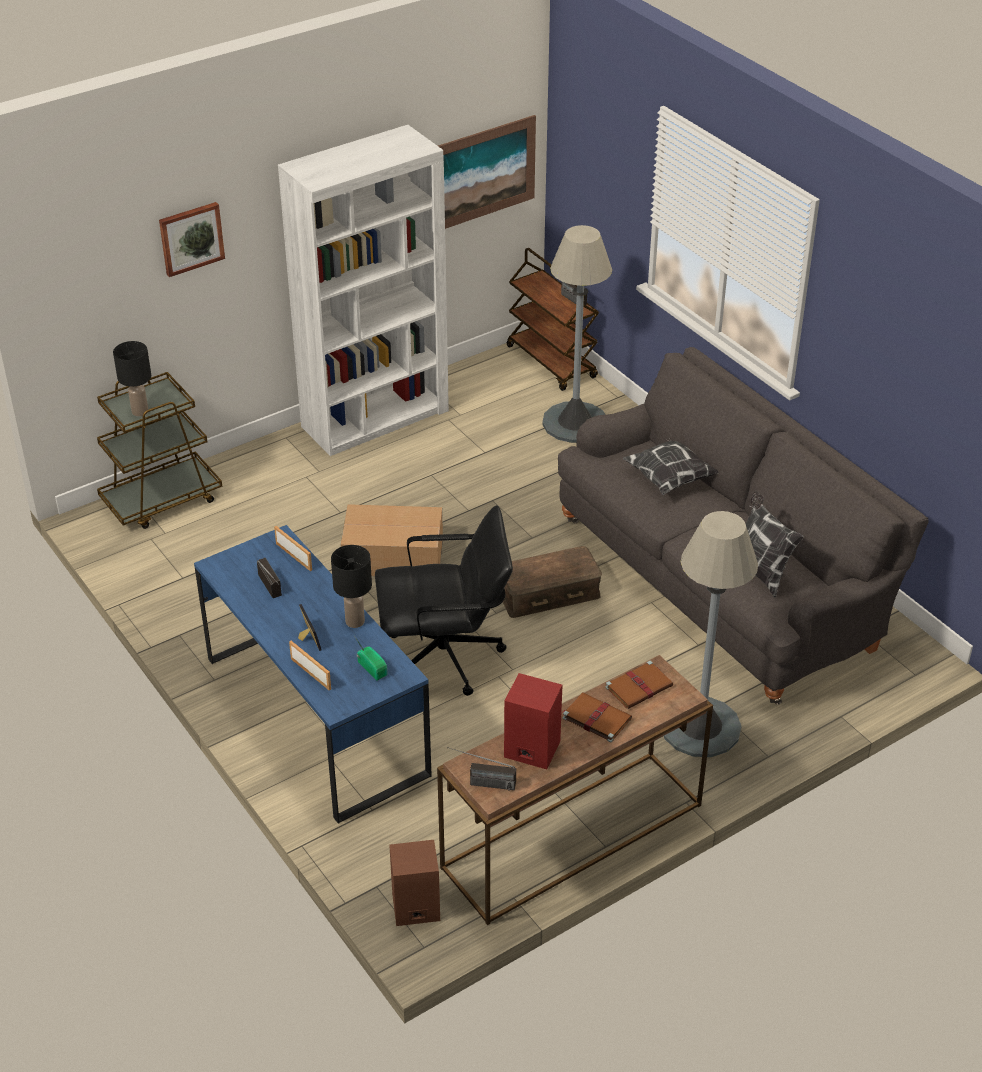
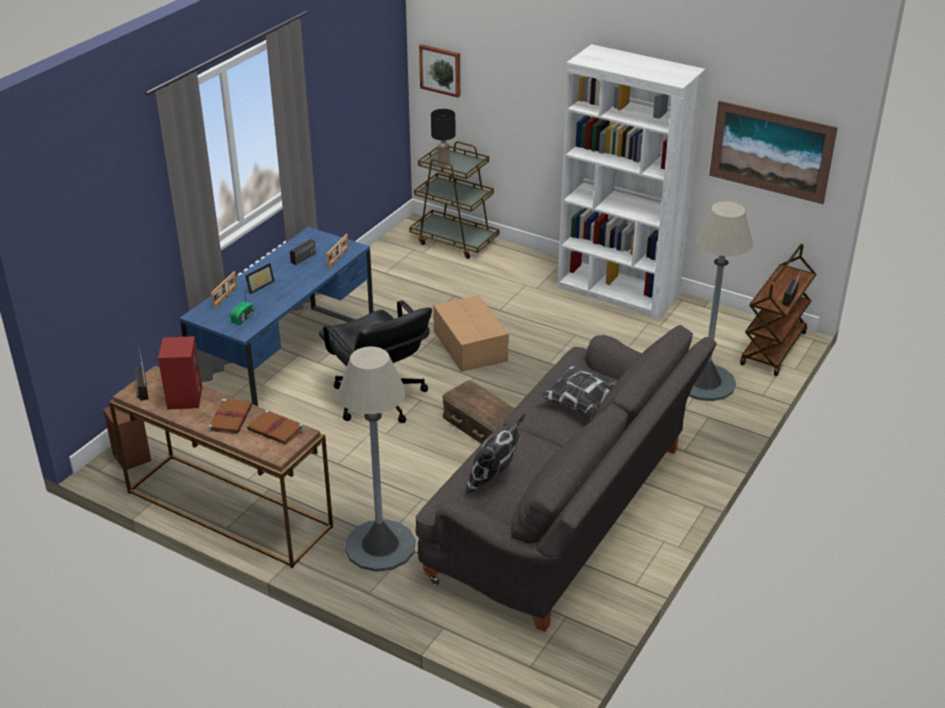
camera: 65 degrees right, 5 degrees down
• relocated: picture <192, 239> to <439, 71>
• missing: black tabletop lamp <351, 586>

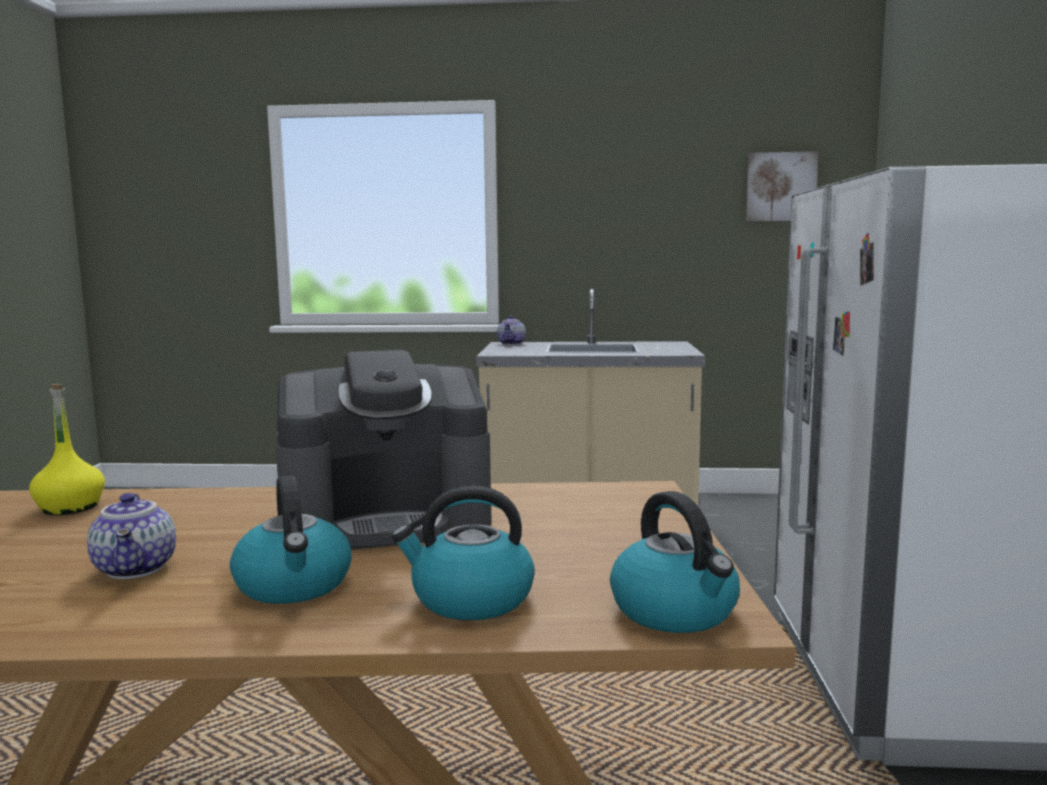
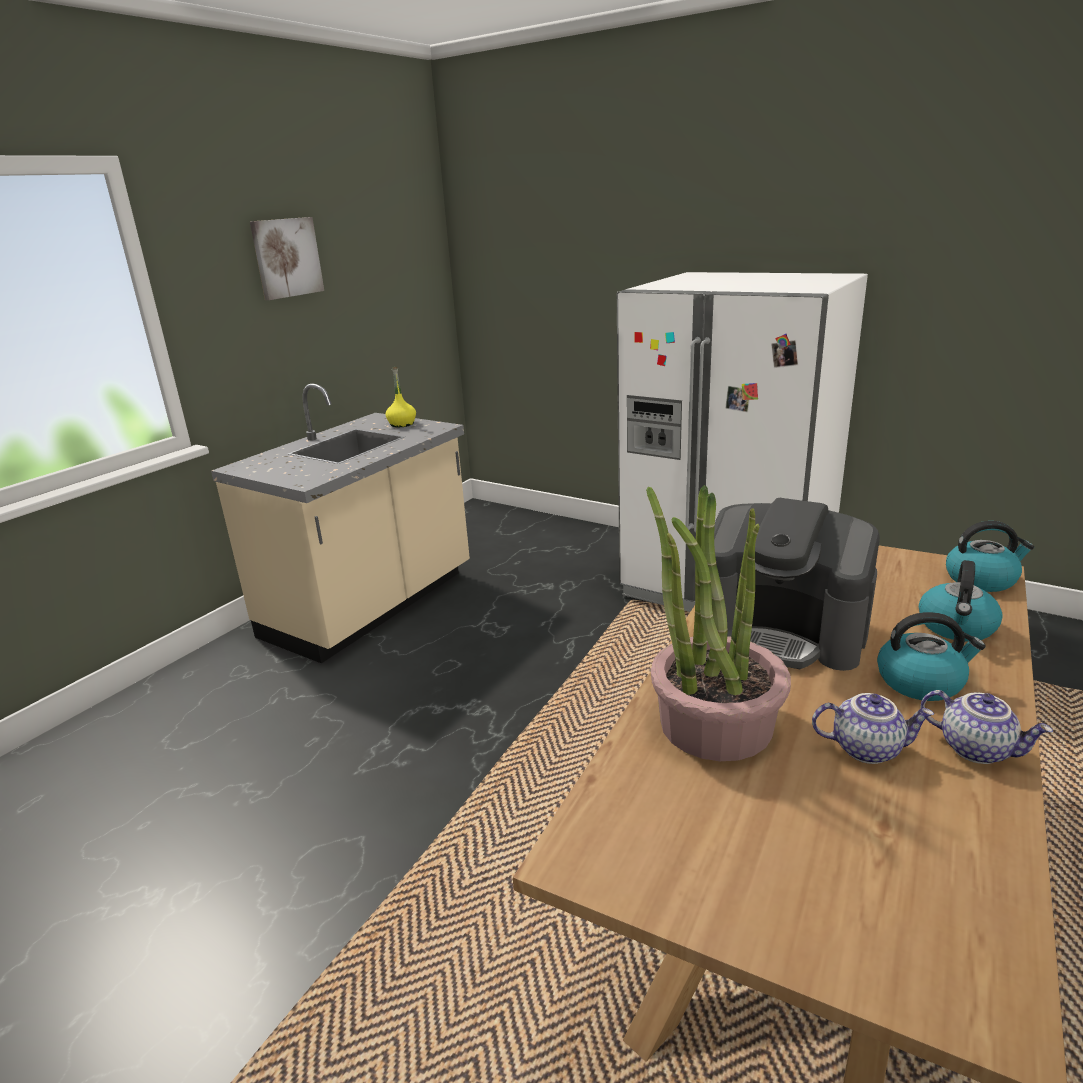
camera: 60 degrees left, 15 degrees up
• relocated: picture <782, 186> to <287, 258>
• relocated: pot for tea <511, 330> to <987, 727>
• spun: coffee brewer <384, 449> = <796, 584> 105 degrees clockwise
• relocated: yellow beverage bottle <67, 449> to <400, 397>
• appeared: potted plant <718, 623>

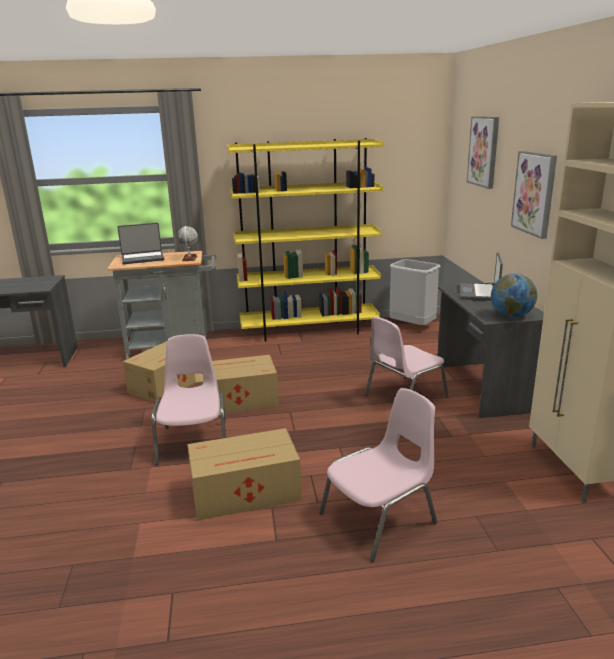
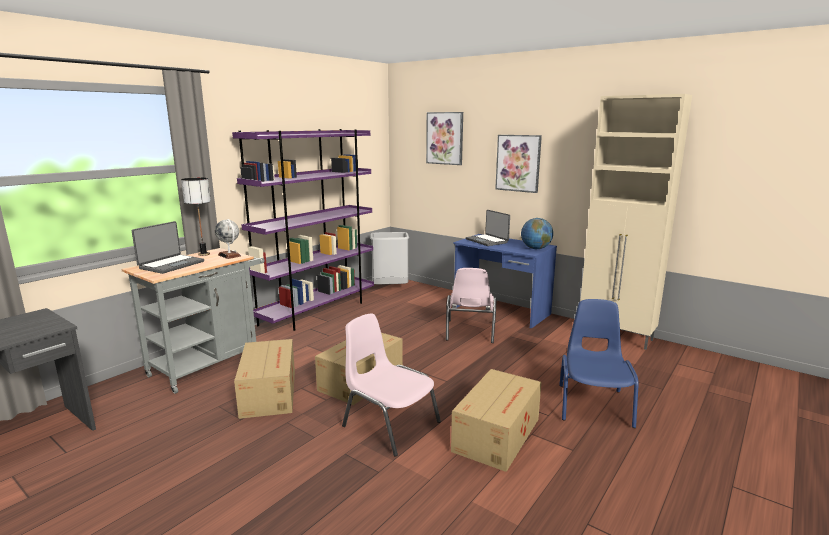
camera: 45 degrees left, 5 degrees down
• colour: yellow bookshelf <305, 240> to purple-coloured bookshelf <303, 230>
• colour: greyish desk <490, 350> to bluish desk <505, 281>
• colour: pink-coloured upright chair <378, 475> to bluish upright chair <599, 363>
• appeared: tabletop lamp <196, 217>

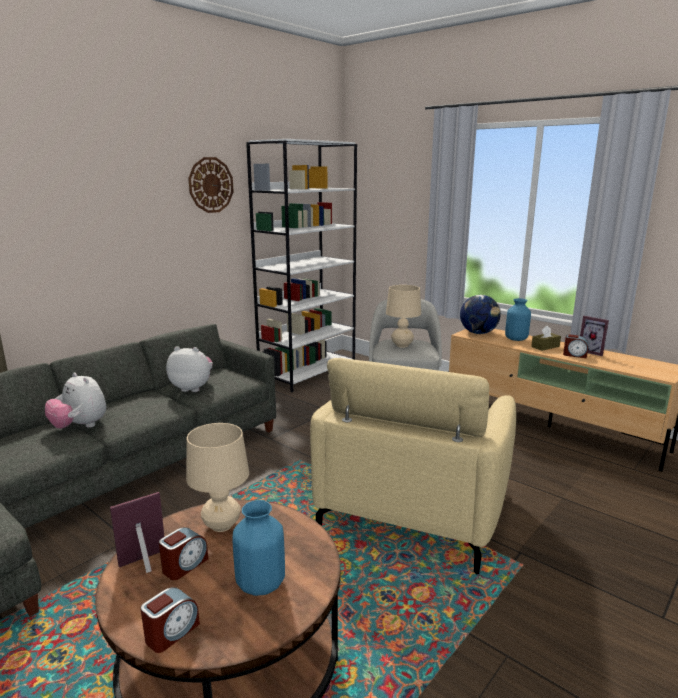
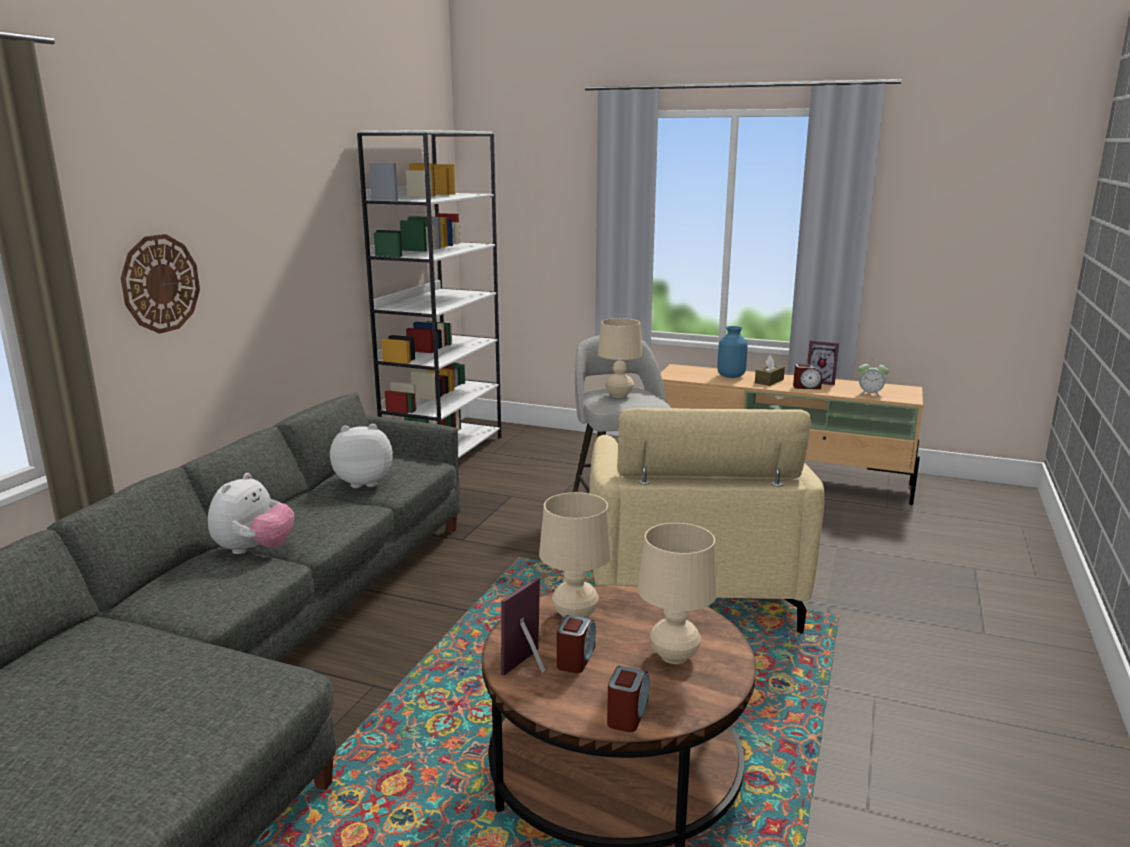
camera: 20 degrees left, 0 degrees up
• relocated: wall clock <211, 185> to <160, 284>
• missing: world globe <480, 314>
• spun: plush toy <75, 401> = <251, 513> 90 degrees counterclockwise
• exchanged: bluish vase <258, 548> to beige-coloured tabletop lamp <677, 593>
• appeared: table clock <873, 379>

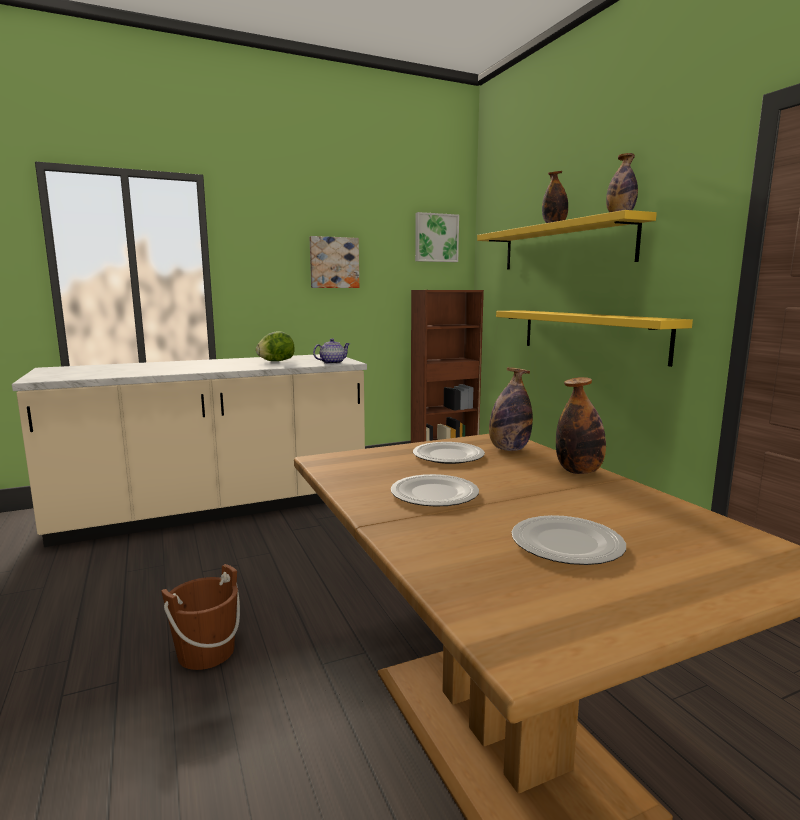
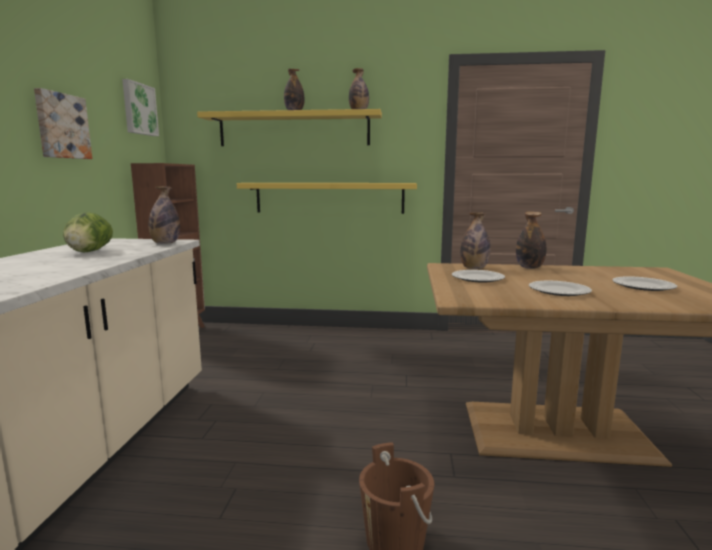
camera: 60 degrees left, 0 degrees up
• exchanged: pot for tea <331, 351> to beverage bottle <164, 215>

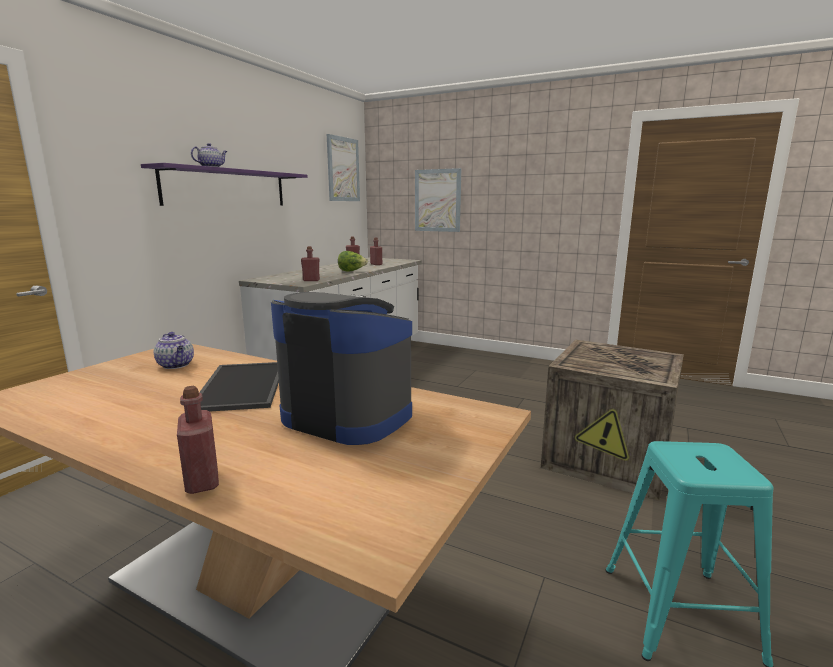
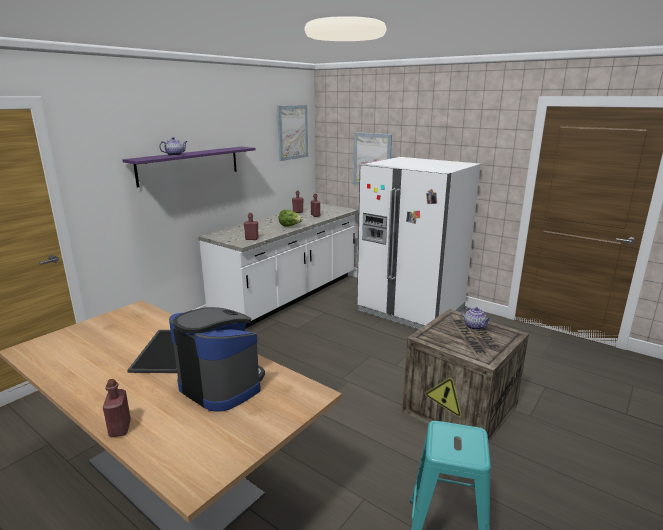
camera: 10 degrees right, 5 degrees up
• relocated: pot for tea <174, 350> to <476, 318>
• appeared: whitish refrigerator <419, 243>

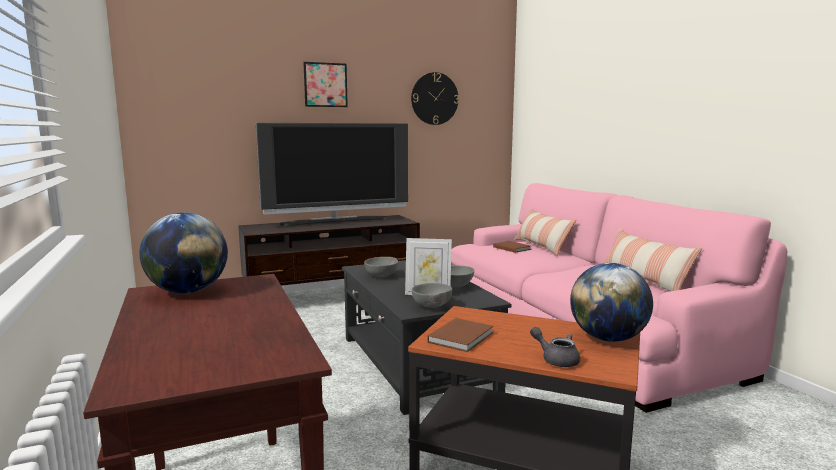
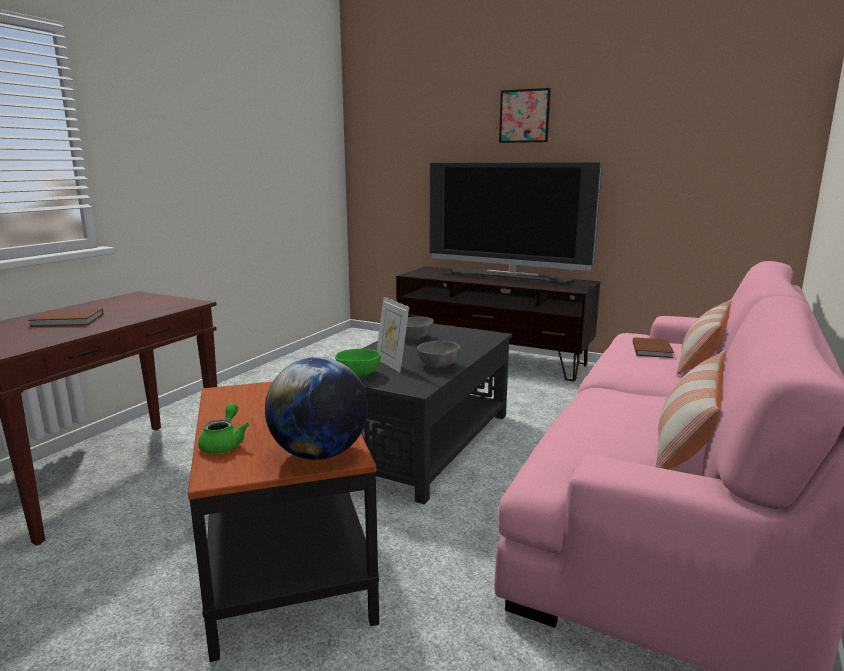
camera: 50 degrees right, 5 degrees up
• missing: wall clock <435, 98>
• missing: world globe <184, 253>
• colour: greyish deep dish <432, 295> to green deep dish <358, 362>
• relocated: brown-coloured volume <460, 335> to <66, 317>
• colour: greyish pot for tea <555, 347> to green pot for tea <223, 428>

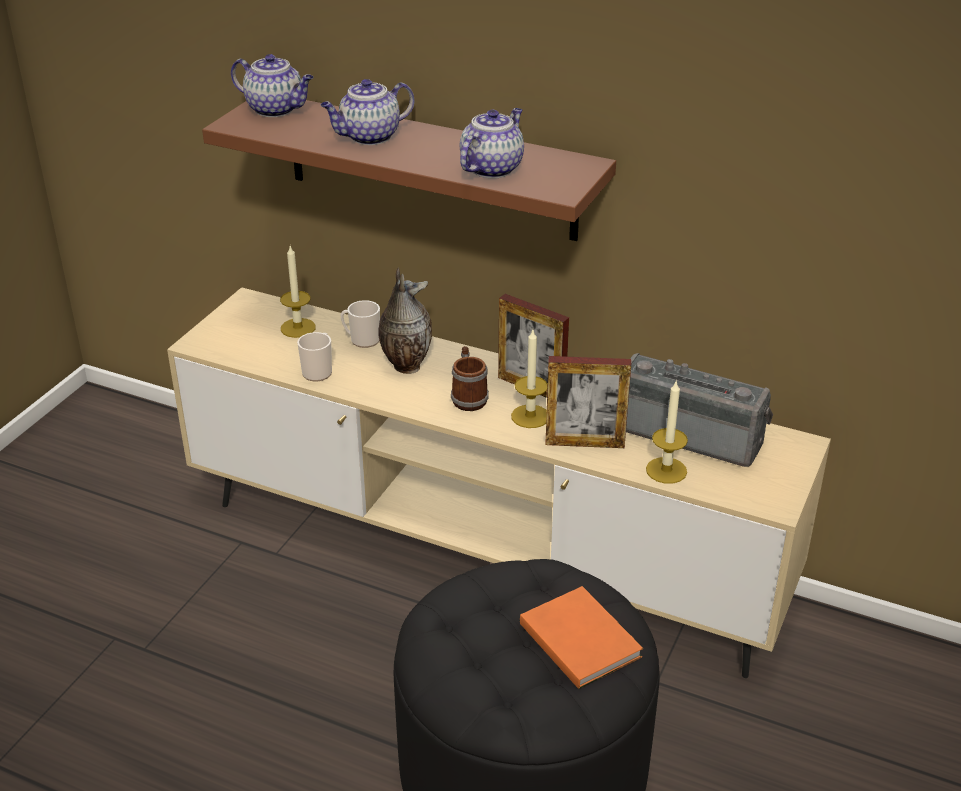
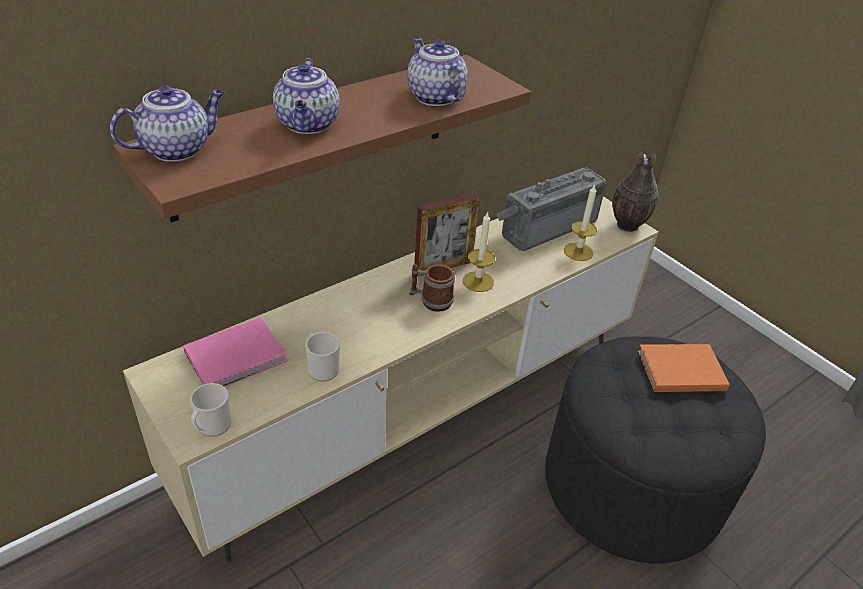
camera: 65 degrees left, 5 degrees up
• exchanged: candle <298, 292> to pink-coloured volume <235, 352>
• relocated: vase <405, 321> to <635, 192>
• relocated: coffee mug <360, 324> to <210, 410>
• missing: picture frame <588, 402>

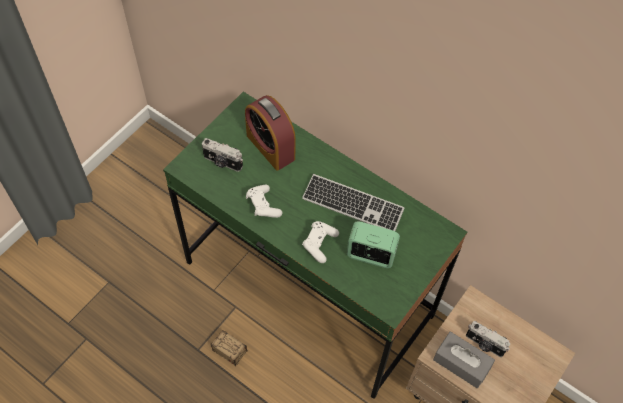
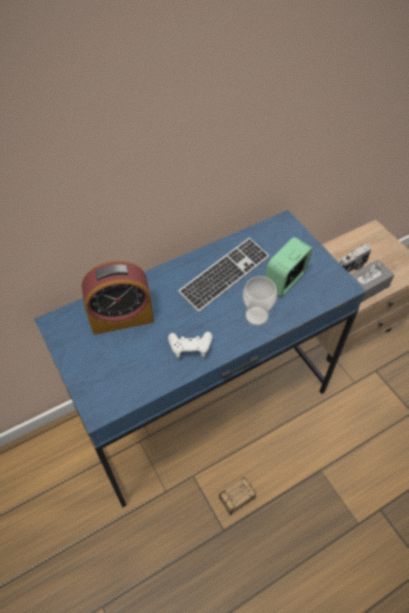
camera: 65 degrees left, 5 degrees down
• colour: green desk <315, 245> to bluish desk <200, 358>
• missing: photo camera <222, 155>
• exchanged: whitish game controller <320, 242> to drinking cup <260, 301>

